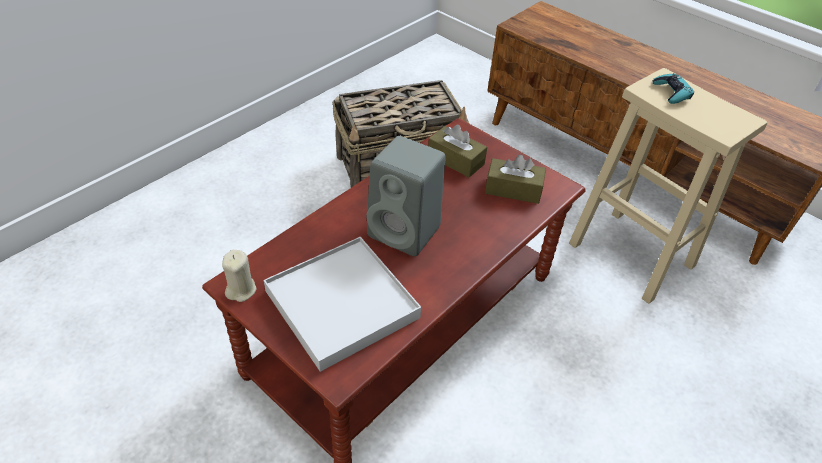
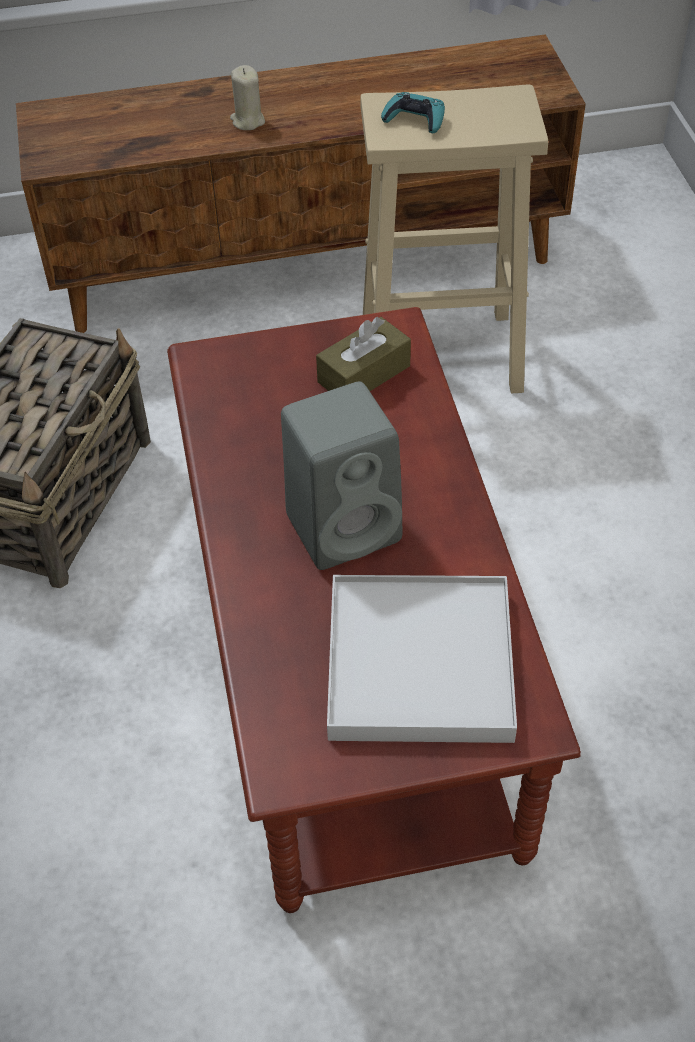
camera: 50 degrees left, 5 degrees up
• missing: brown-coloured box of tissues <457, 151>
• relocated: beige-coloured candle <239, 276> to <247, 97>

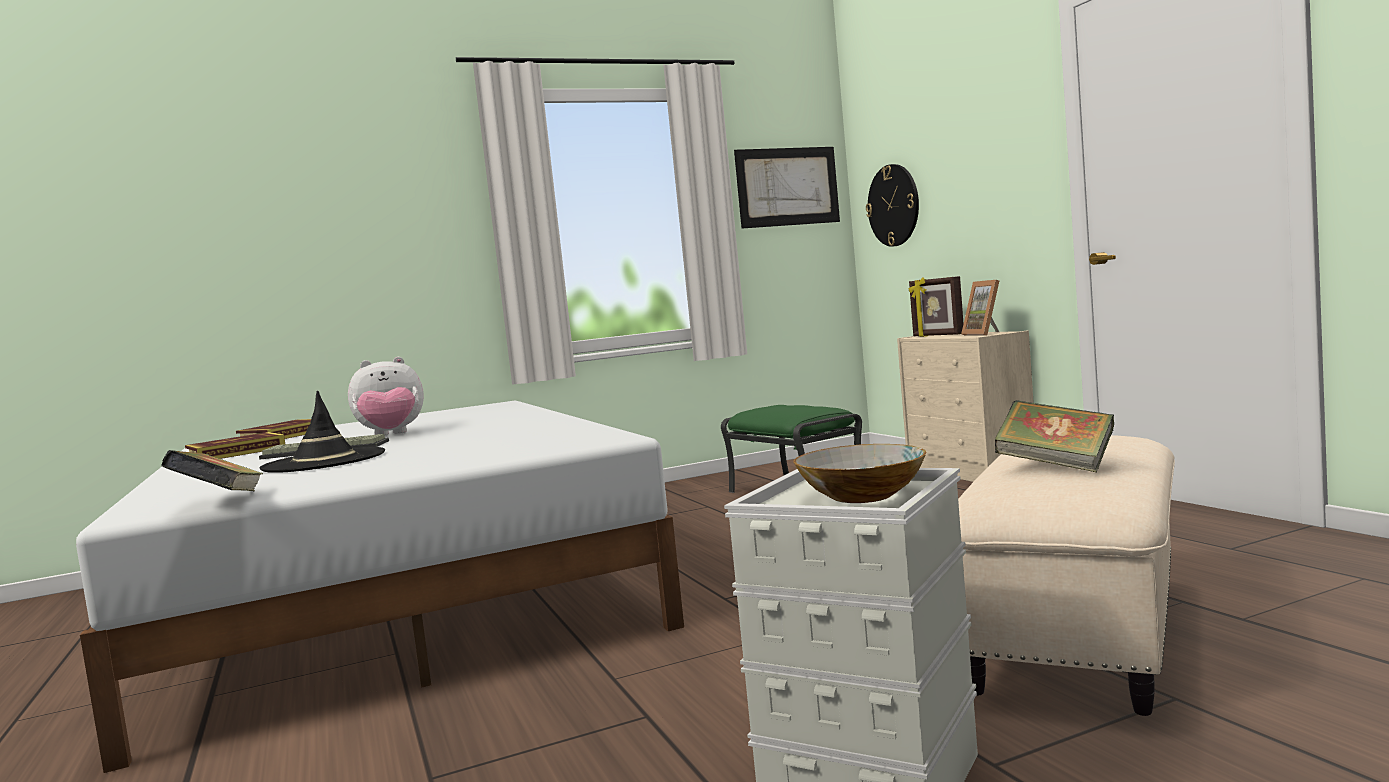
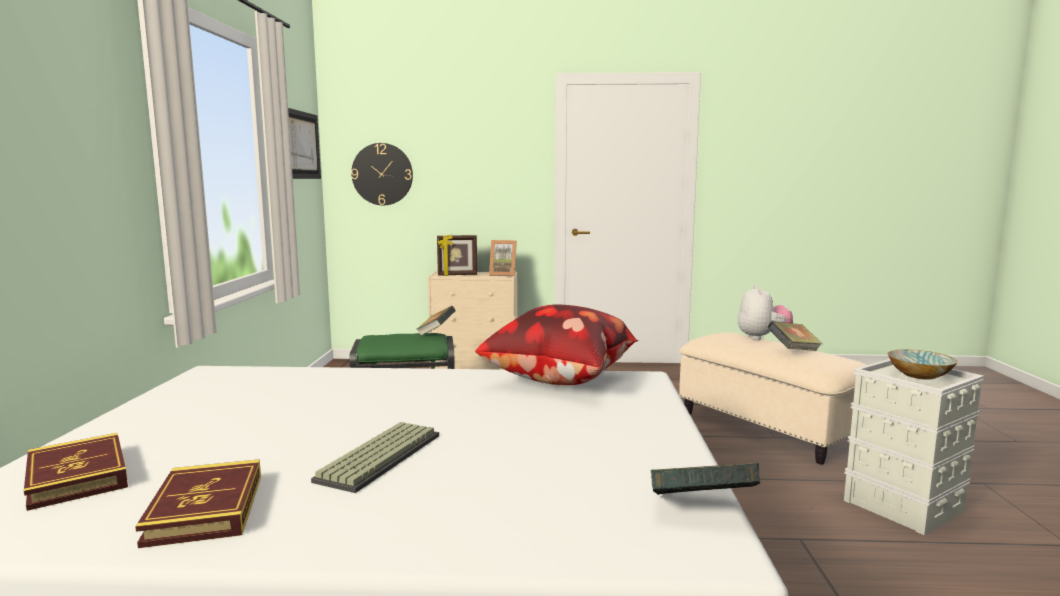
camera: 65 degrees left, 5 degrees up
• relocated: plush toy <386, 396> to <765, 312>
• missing: black clothing hat <322, 431>
• appeared: cushion <556, 344>
• appeared: volume <436, 321>

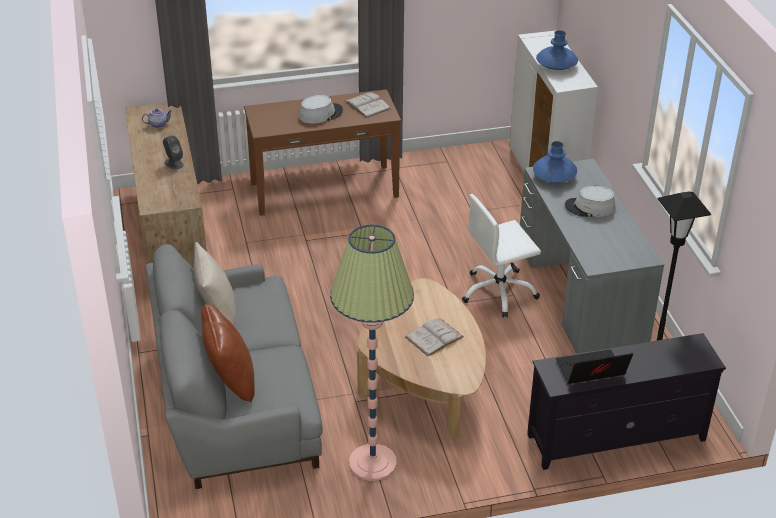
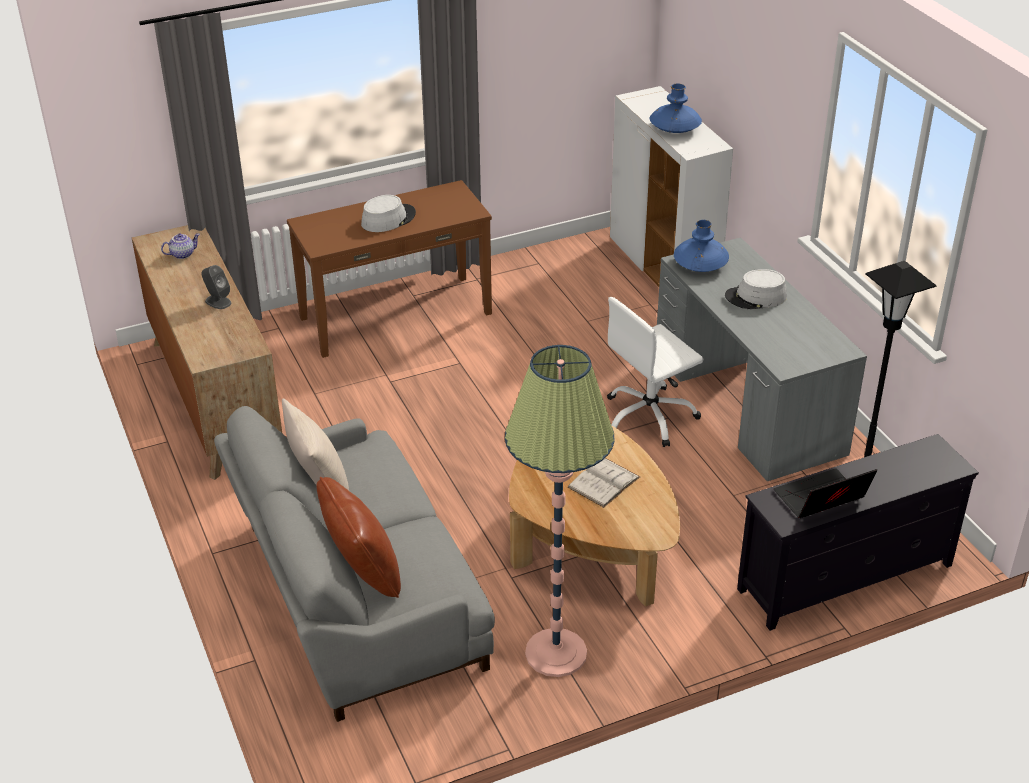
camera: 10 degrees left, 0 degrees up
• missing: whitish volume <368, 104>

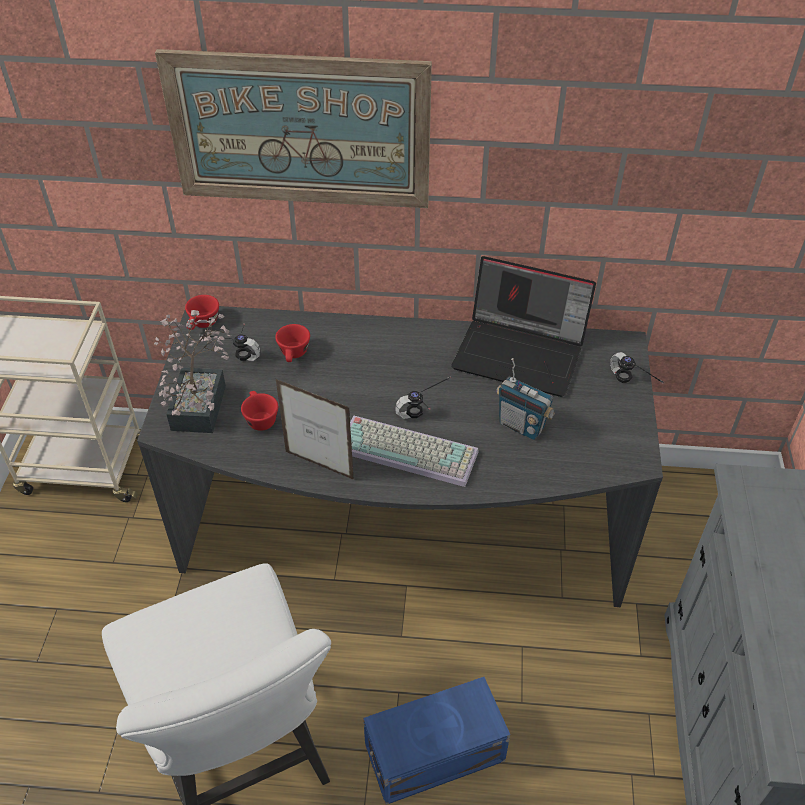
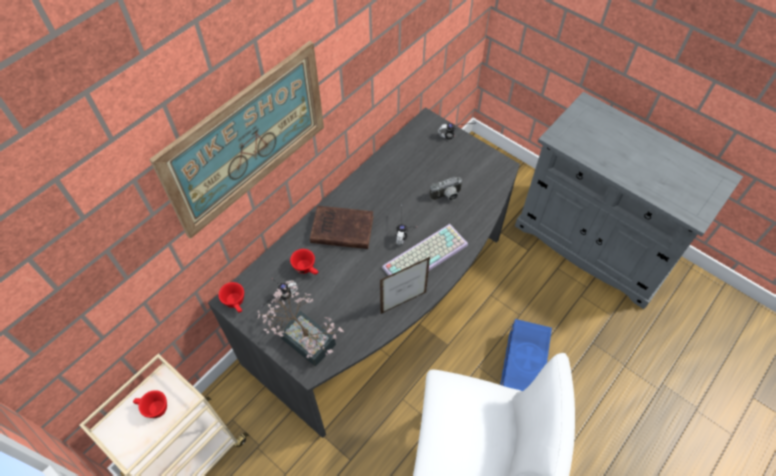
camera: 55 degrees left, 10 degrees up
• missing: laptop <523, 326>
• exchanged: radio set <525, 399> to photo camera <446, 189>
• relocated: red-coloured drinking cup <259, 411> to <150, 404>
• appeared: brown-coloured volume <342, 227>

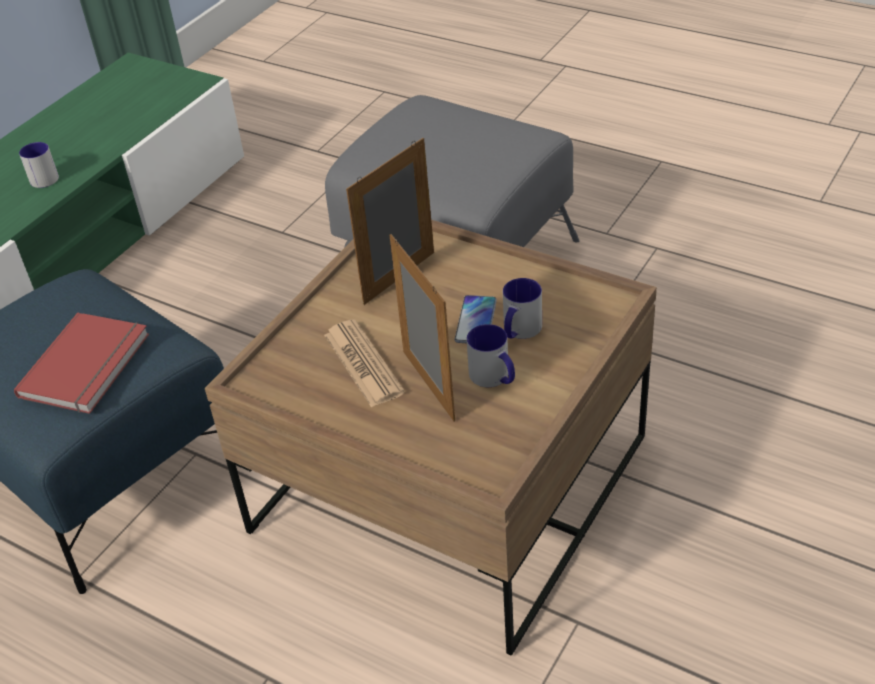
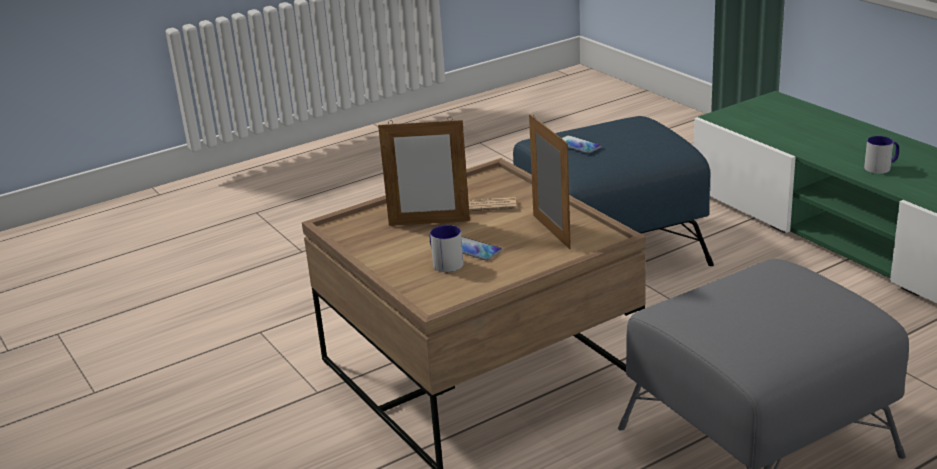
camera: 115 degrees right, 15 degrees down
• exchanged: red-coloured volume <81, 363> to telephone <581, 144>
• missing: coffee mug <491, 355>

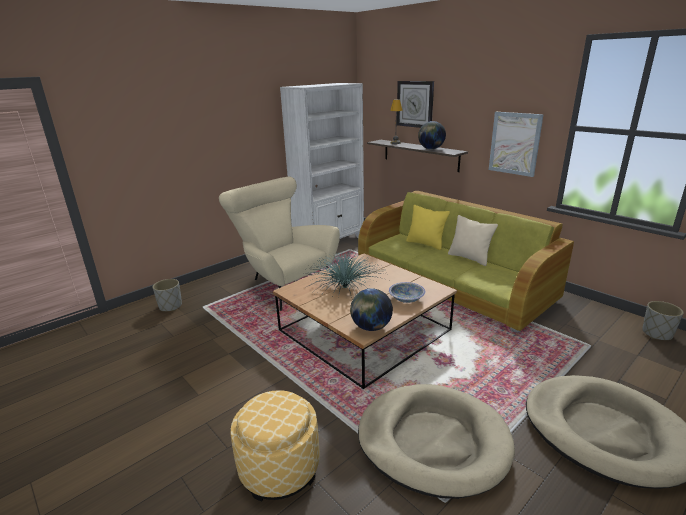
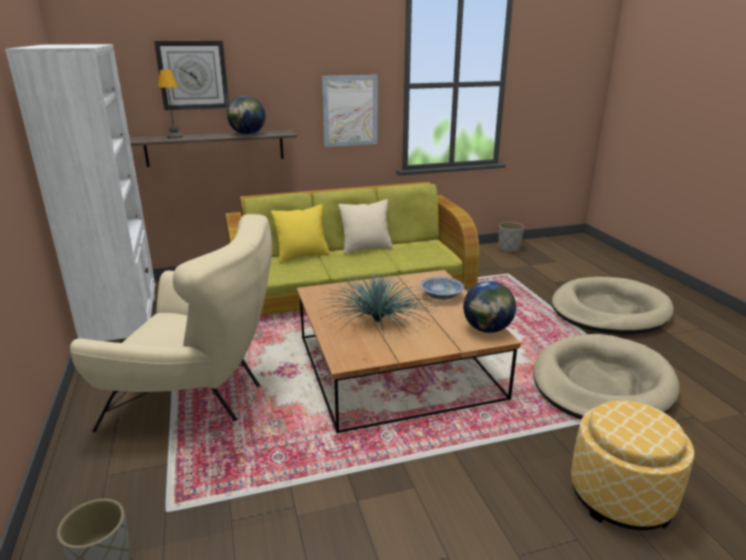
camera: 65 degrees left, 0 degrees up
• spun: beige-coloured armchair <279, 244> = <171, 323> 150 degrees counterclockwise

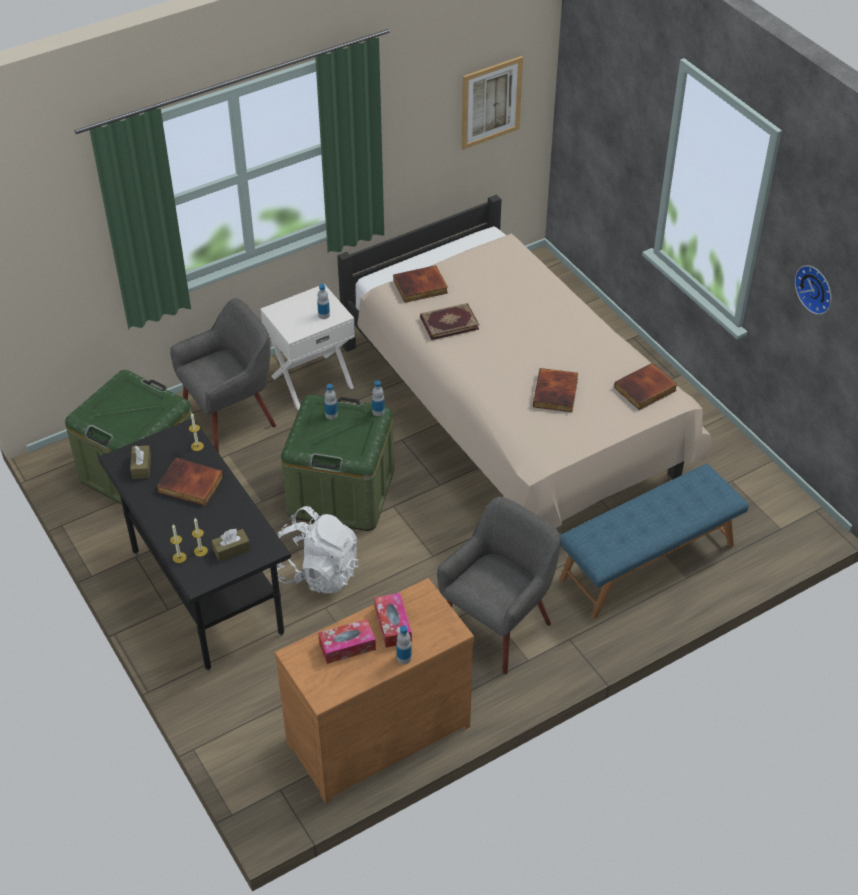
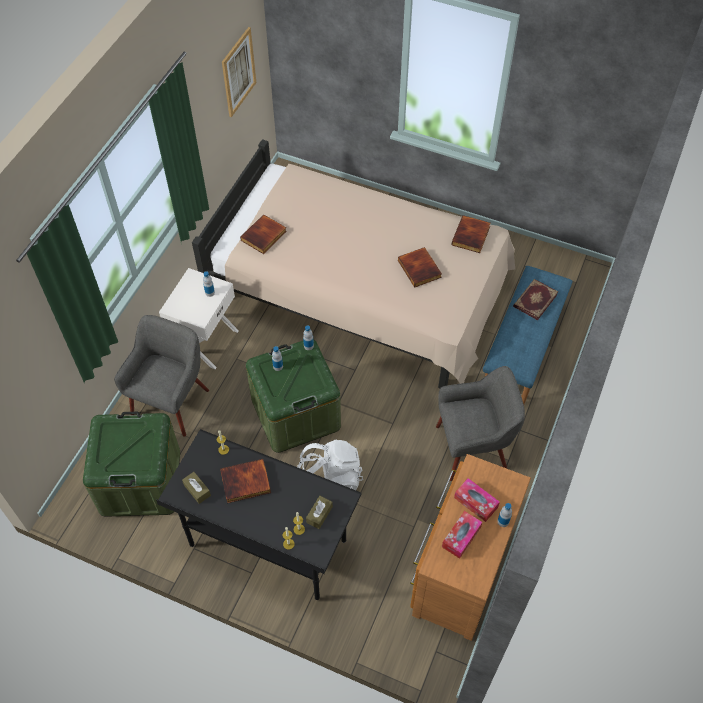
camera: 35 degrees left, 10 degrees up
• missing: wall clock <813, 290>
• relocated: volume <449, 321> to <535, 299>
• spun: greyish armchair <499, 585> = <480, 423> 75 degrees clockwise

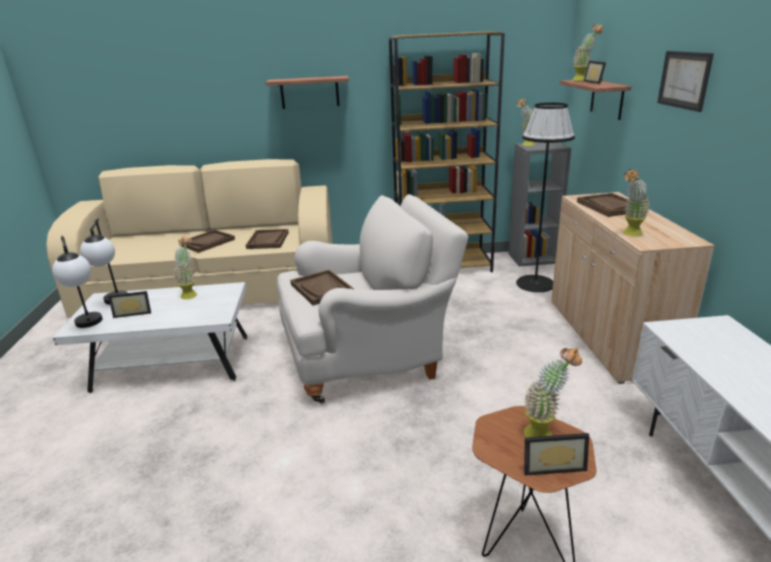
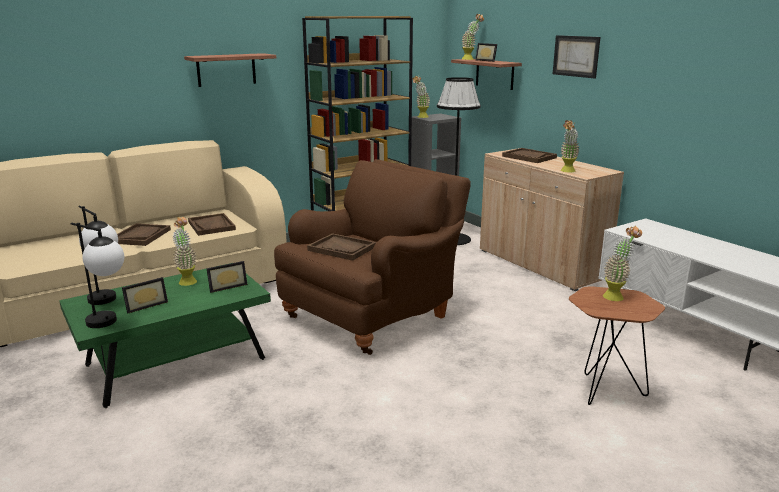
camera: 30 degrees left, 5 degrees down
• colour: whitish armchair <372, 299> to brown-coloured armchair <372, 257>
• colour: whitish coffee table <150, 337> to green coffee table <165, 335>
• relocated: picture frame <556, 454> to <226, 277>

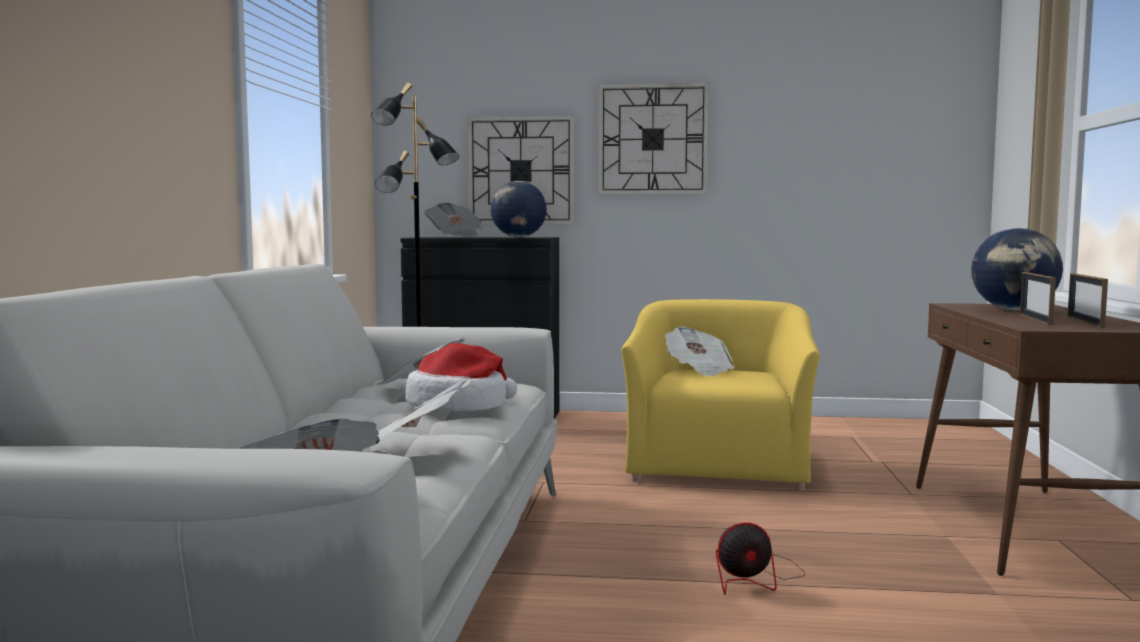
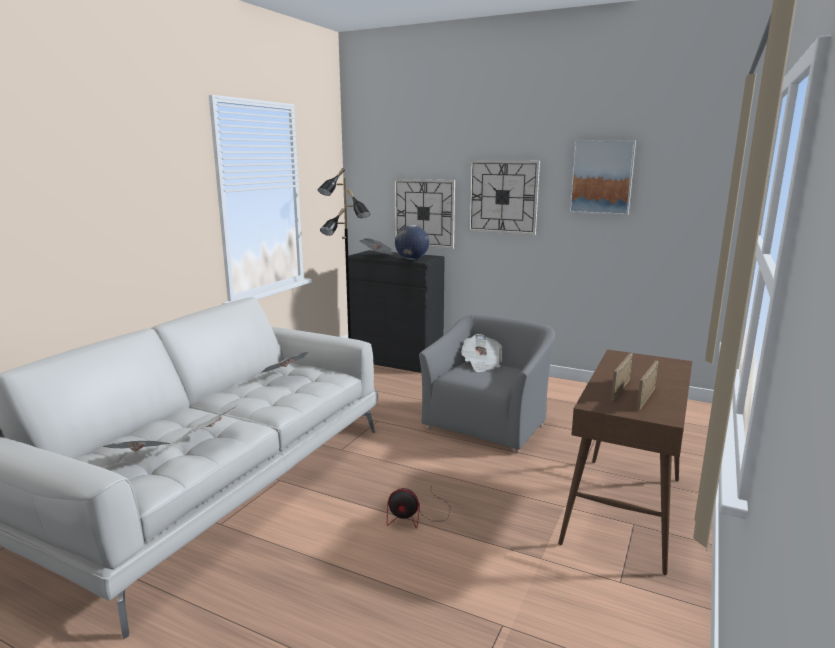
camera: 20 degrees right, 10 degrees up
• missing: world globe <1017, 269>
• colour: yellow armchair <720, 395> to greyish armchair <487, 384>
• missing: clothing hat <461, 377>
• appeared: picture <602, 177>

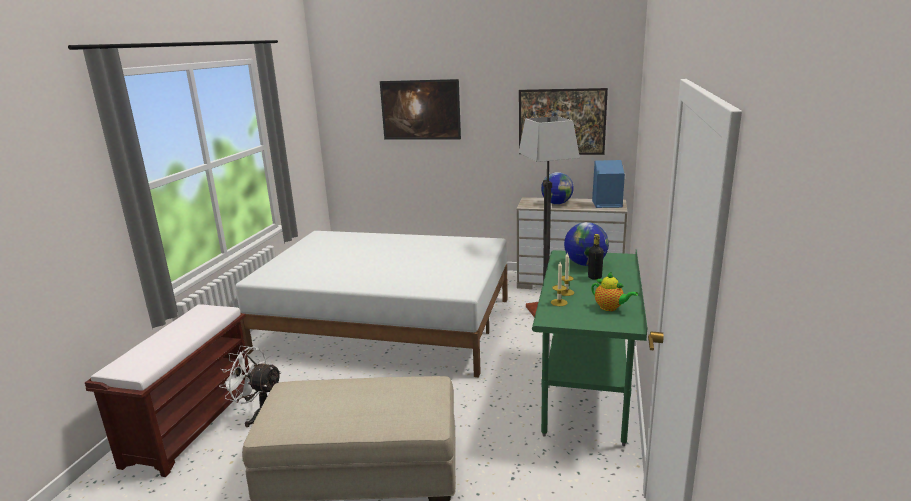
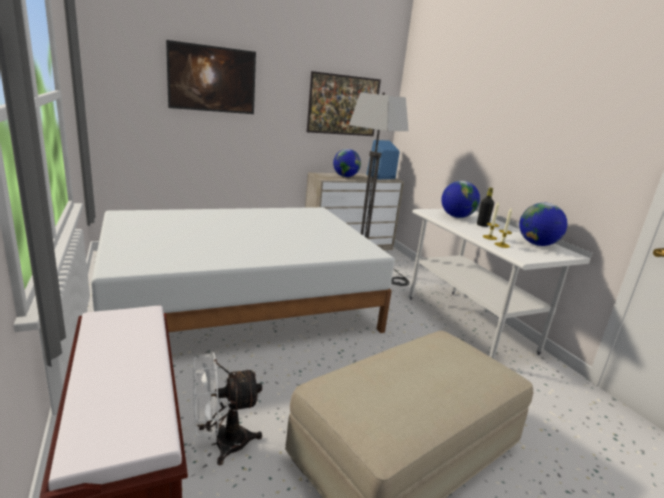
camera: 40 degrees left, 0 degrees up
• colour: green desk <590, 347> to whitish desk <500, 283>
• exchanged: pot for tea <614, 291> to world globe <543, 224>

